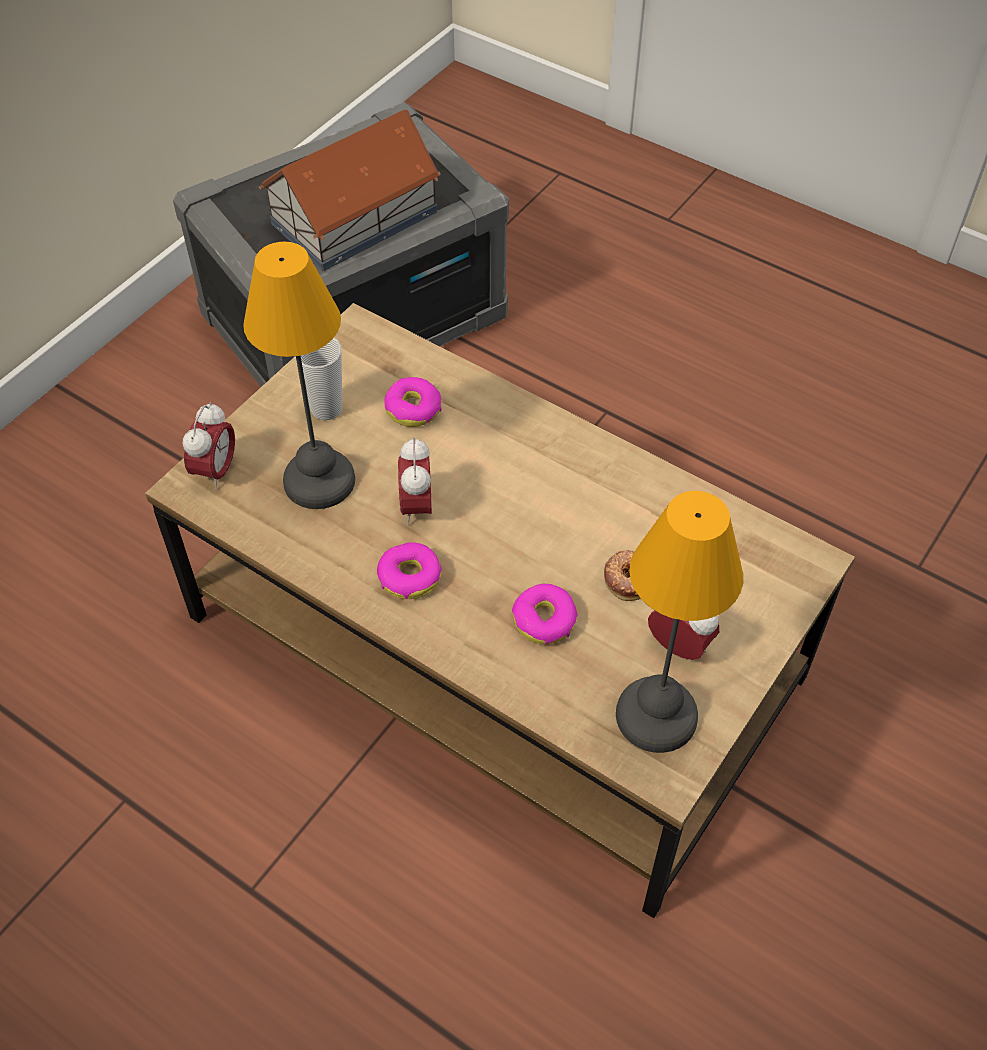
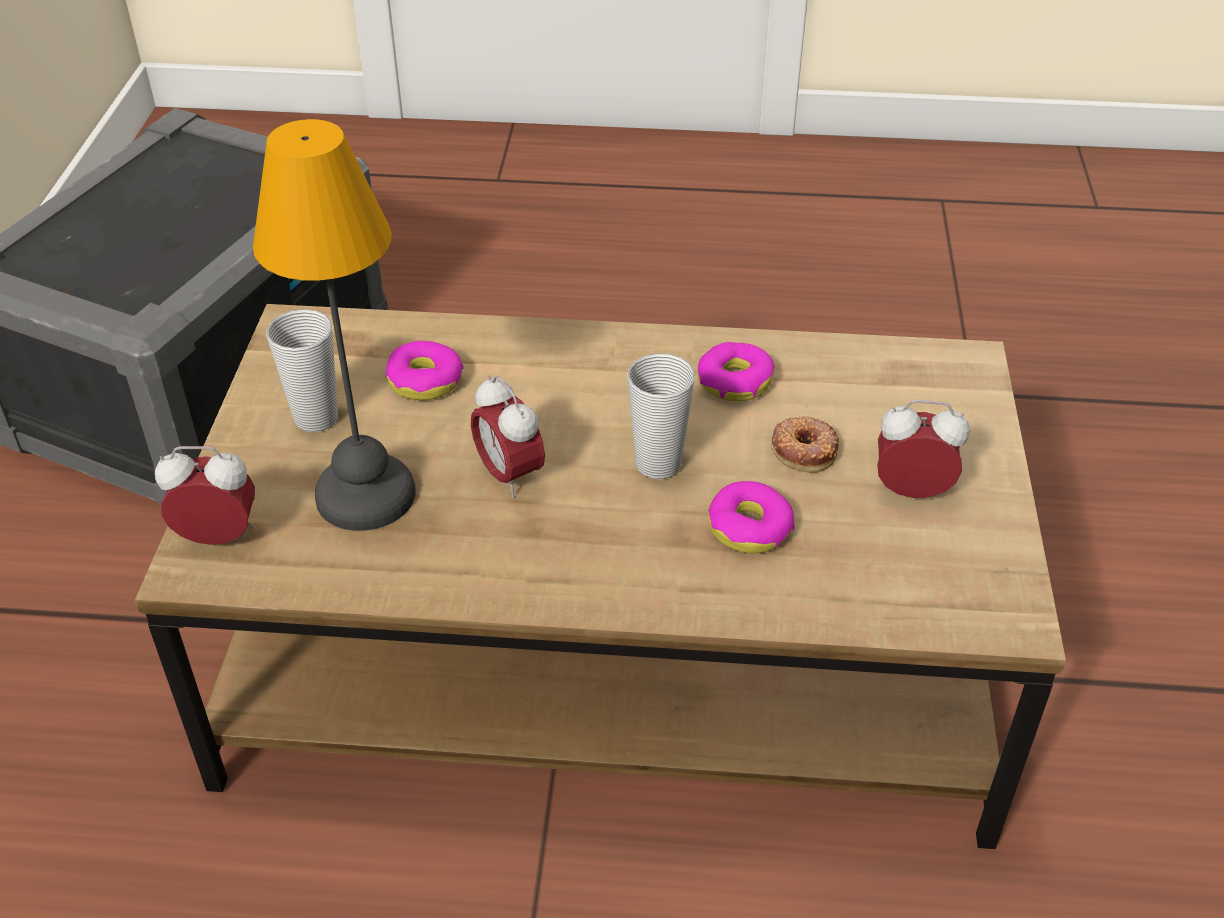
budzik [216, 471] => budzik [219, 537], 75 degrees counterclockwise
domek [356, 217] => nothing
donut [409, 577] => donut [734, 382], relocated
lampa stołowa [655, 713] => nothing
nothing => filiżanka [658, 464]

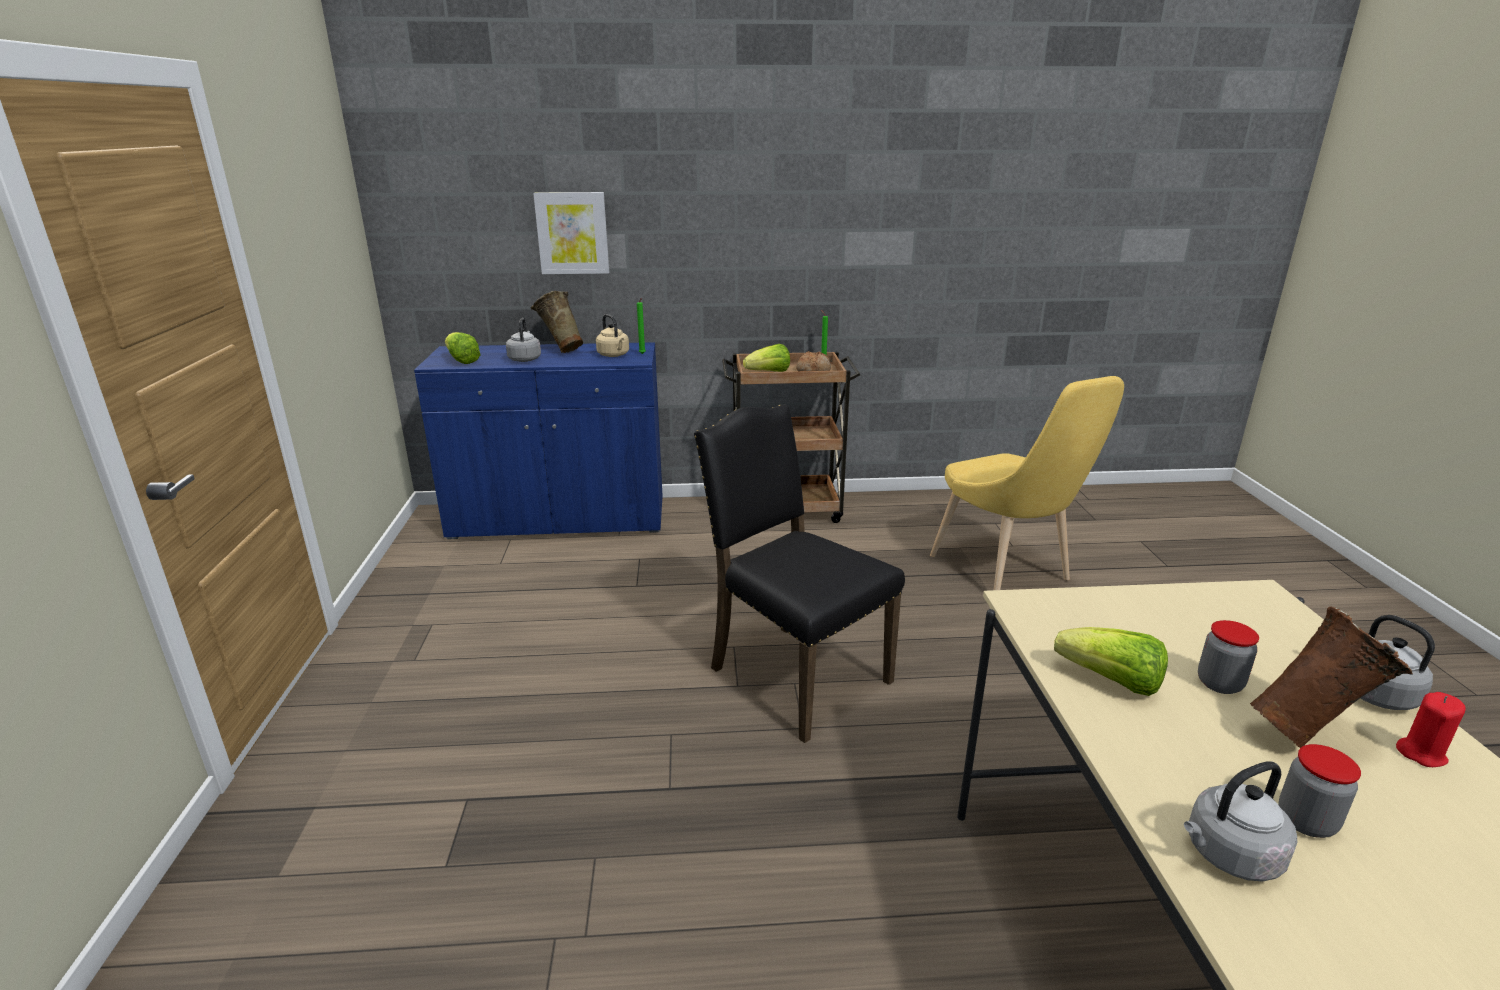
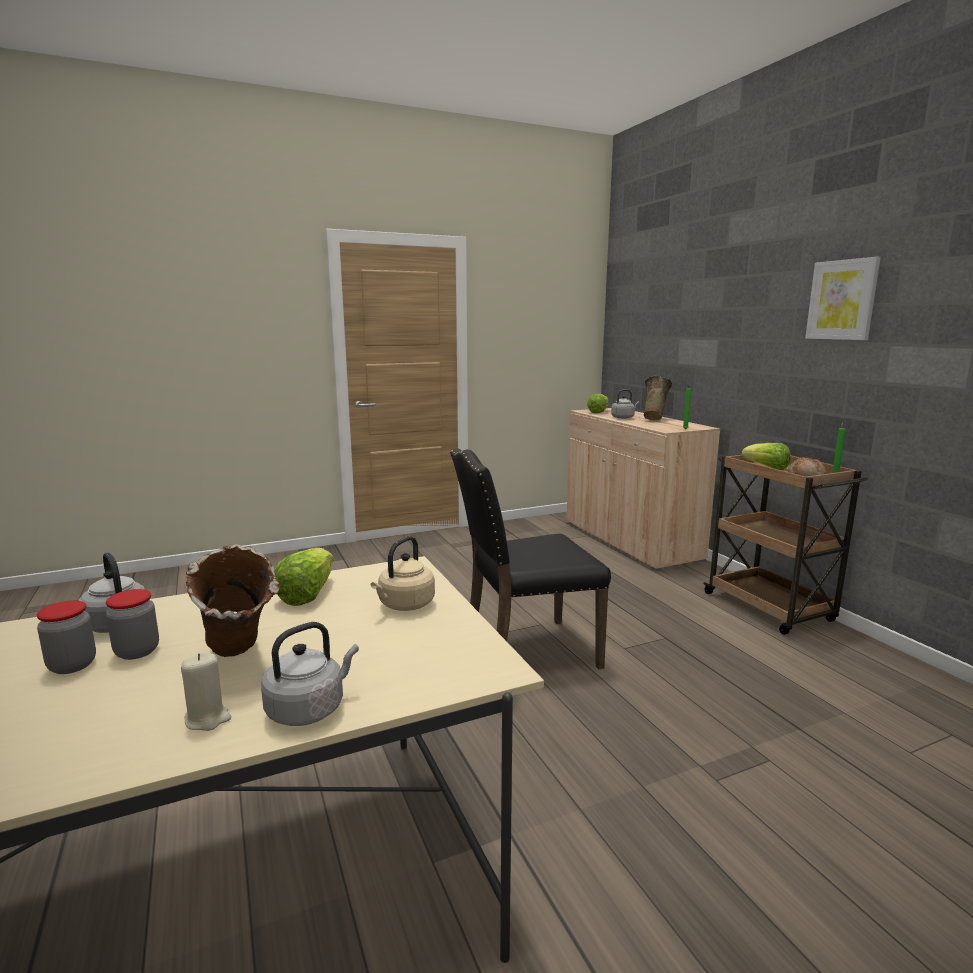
szafka/niebieski [559, 519] => szafka/beżowy [630, 540]
obraz [572, 233] => obraz [842, 300], relocated
czajnik/beżowy [614, 355] => czajnik/beżowy [404, 605], relocated
krzesło/czarny [794, 675] => krzesło/czarny [526, 652], 135 degrees counterclockwise
krzesło/żółty [1006, 572] => nothing
słoik [1219, 683] => słoik [72, 665], relocated
świeca/czerwony [1420, 753] => świeca/beżowy [208, 718]

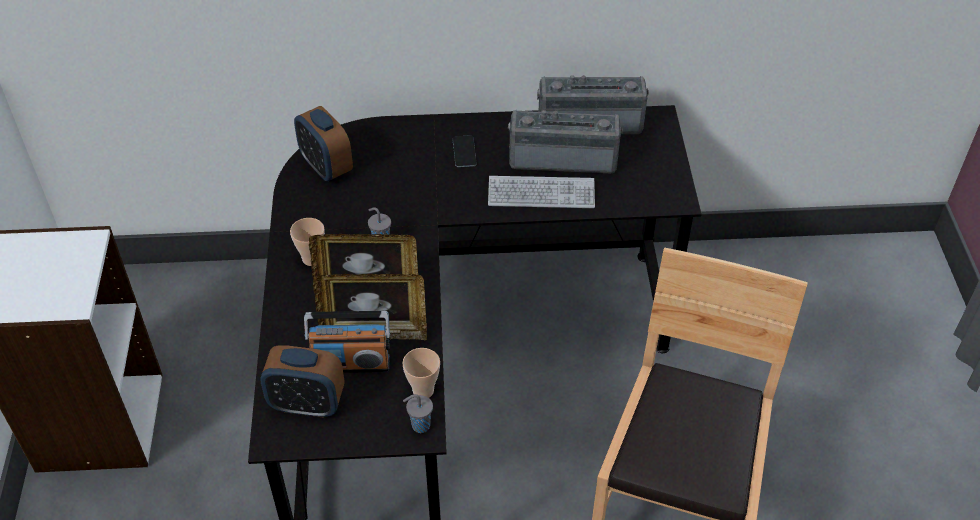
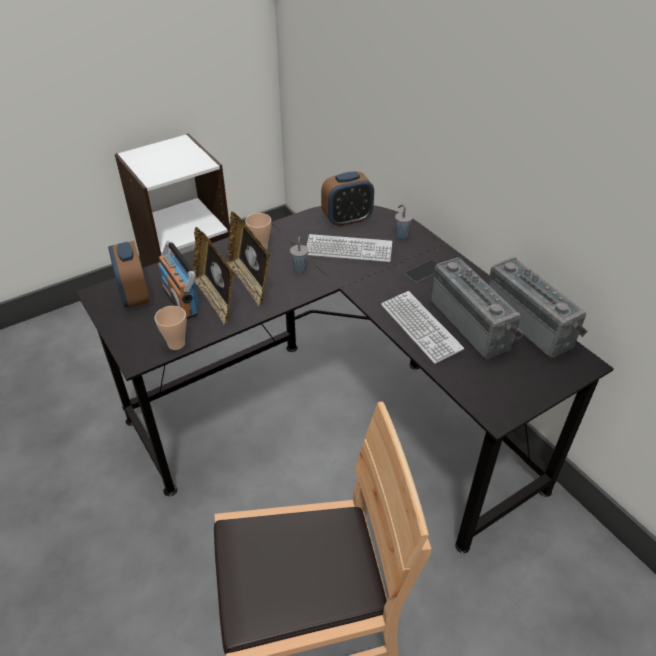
budzik [326, 167] => budzik [347, 219], 135 degrees counterclockwise
filiżanka/szary [419, 425] => filiżanka/szary [401, 235], relocated
nothing => klawiatura [348, 250]

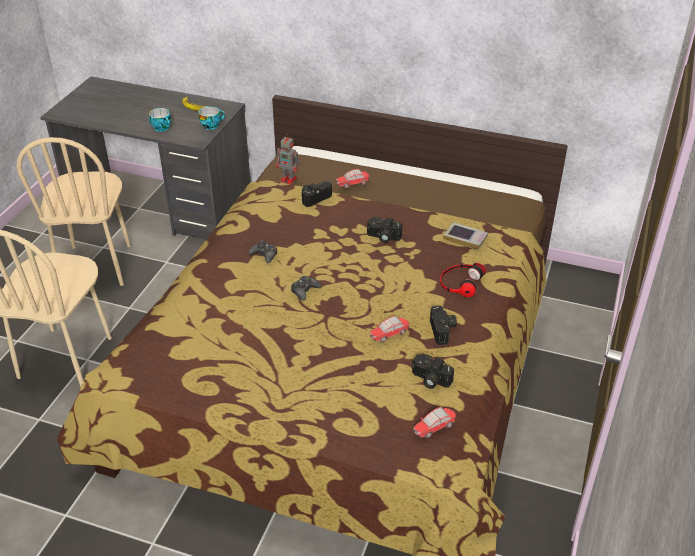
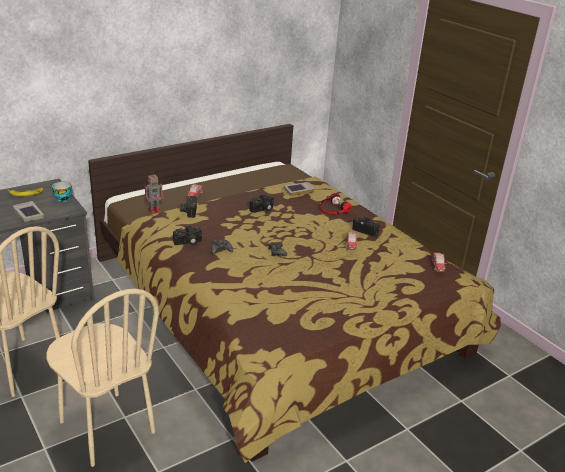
filiżanka [162, 128] => książka [28, 214]
aparat fotograficzny [430, 380] => aparat fotograficzny [188, 242], relocated

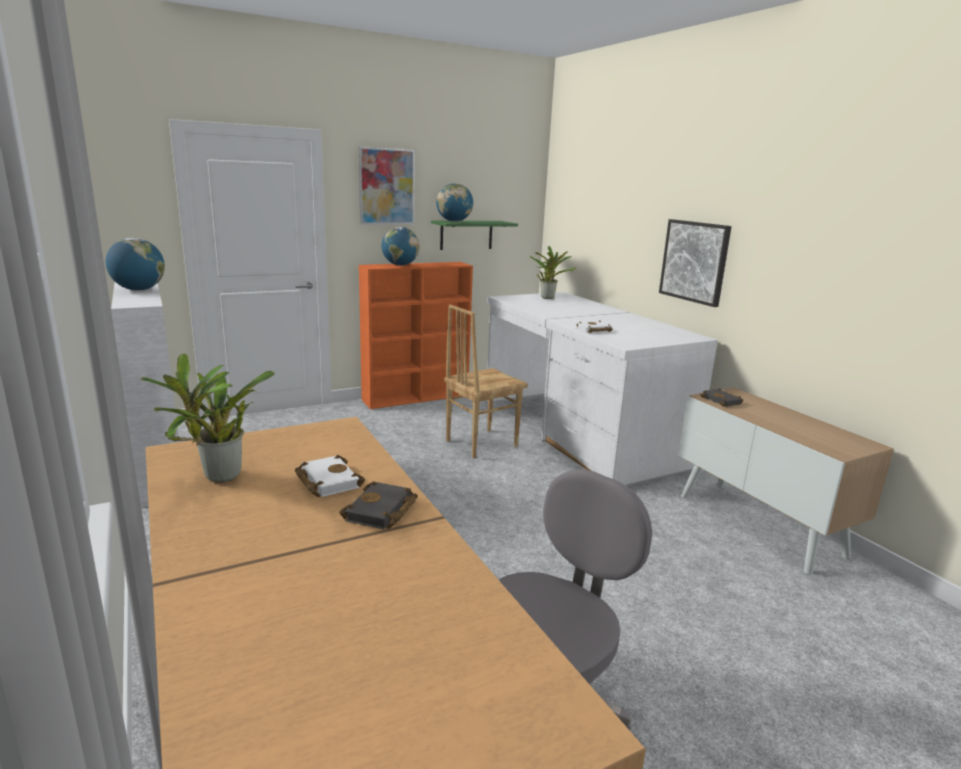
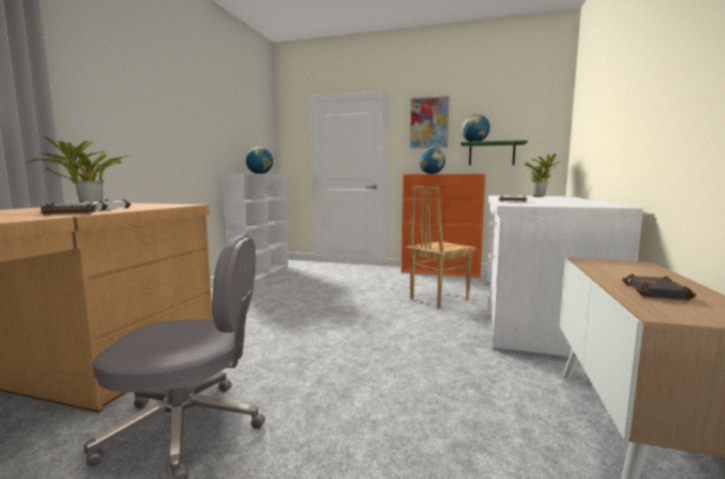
krzesło/brązowy [480, 443] => krzesło/brązowy [438, 299], 45 degrees counterclockwise
obraz [694, 261] => nothing
książka/czarny [722, 401] => książka/czarny [659, 293], relocated

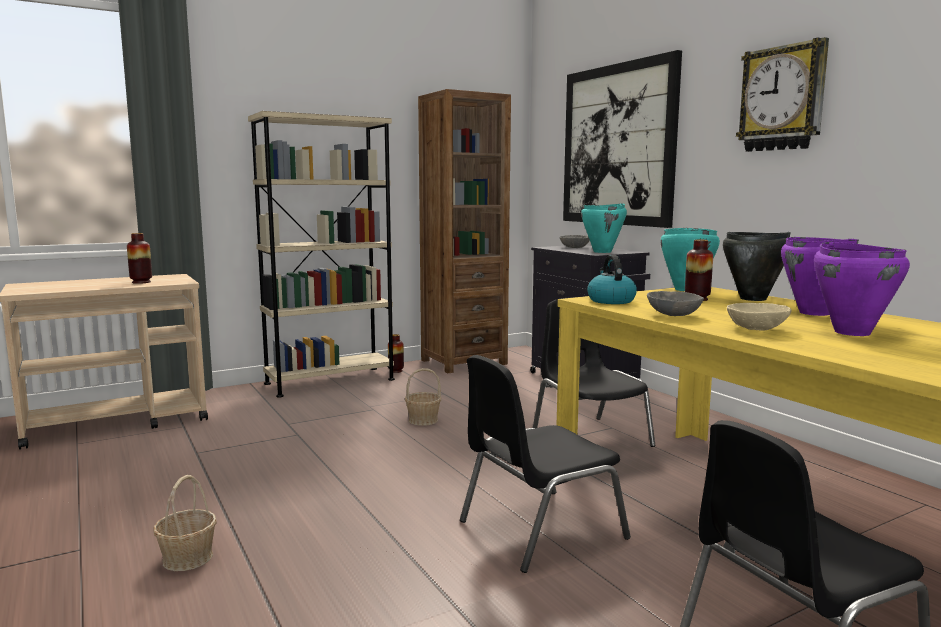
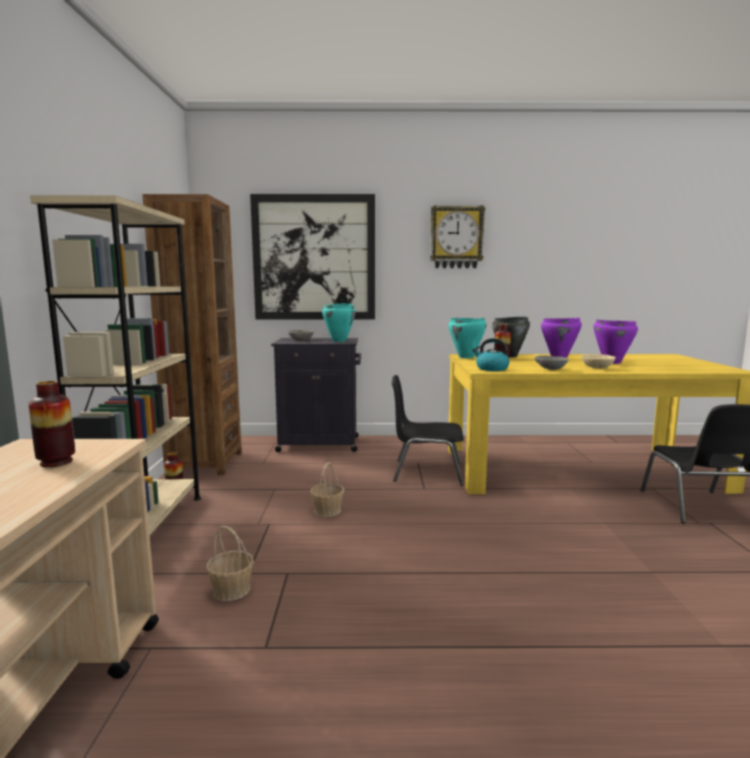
koszyk [187, 558] => koszyk [231, 590], relocated
krzesło/czarny [538, 529] => nothing

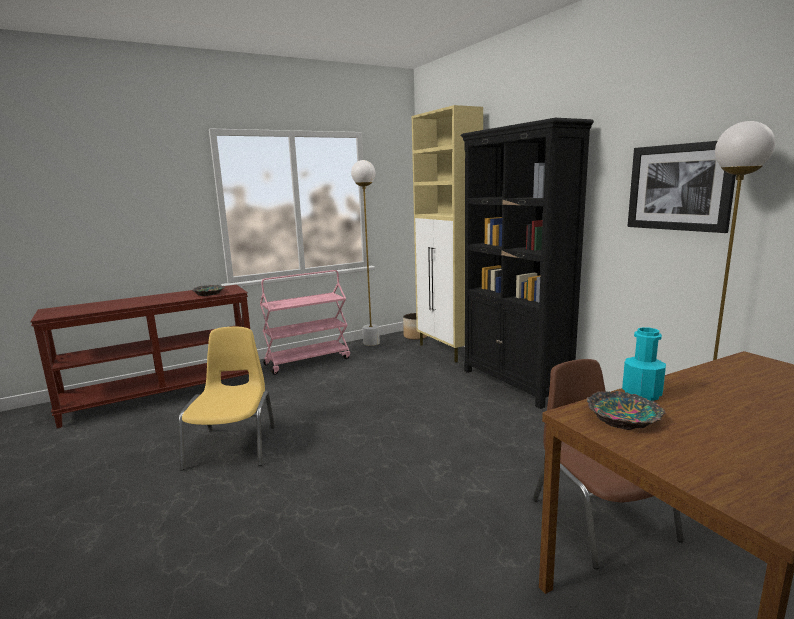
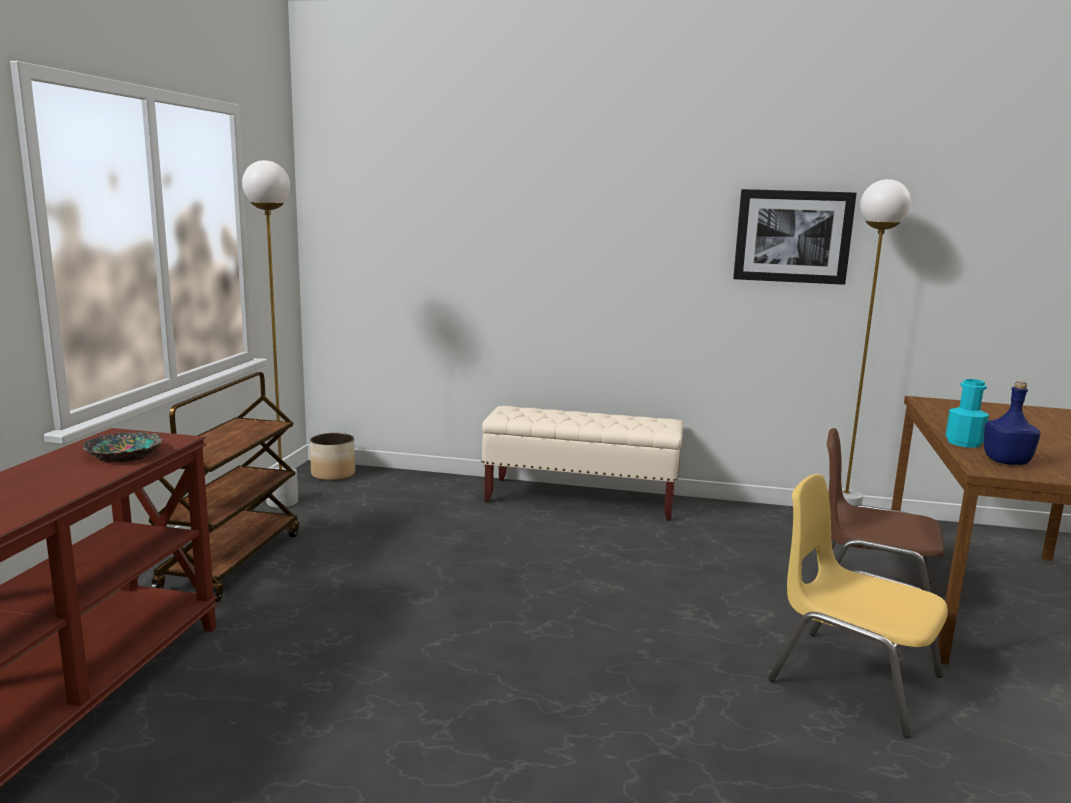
krzesło/żółty [233, 446] => krzesło/żółty [852, 678], relocated
wózek/różowy [308, 361] => wózek/brązowy [231, 561]
szafka/beżowy [448, 351] => nothing
regał/czarny [515, 383] => ławka/beżowy [581, 499]
miska [624, 418] => butelka/niebieski [1006, 462]

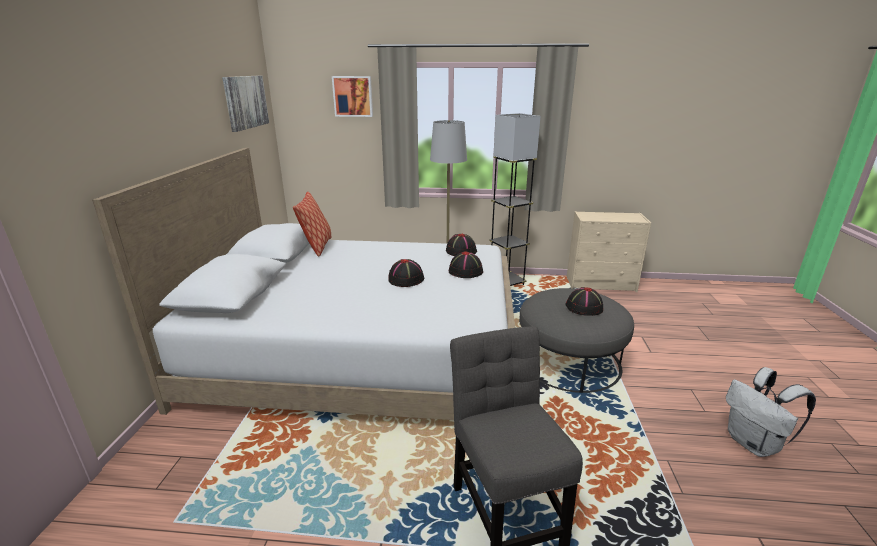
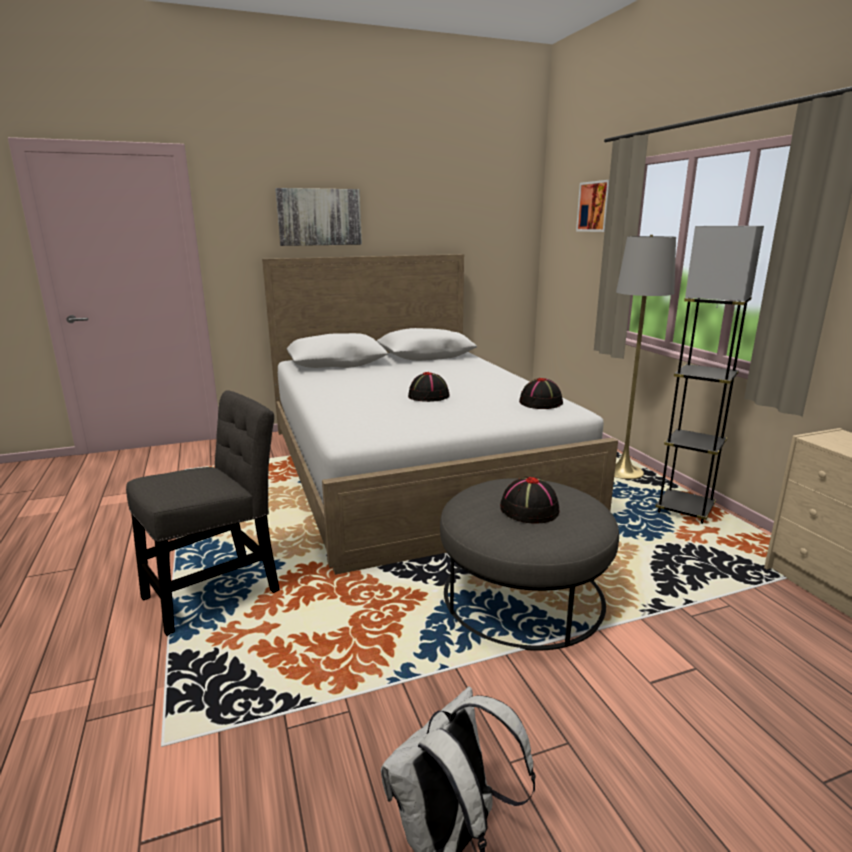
obraz [245, 102] => obraz [319, 217], relocated
poduszka [317, 247] => nothing
kapelusz/czarny [466, 271] => nothing

